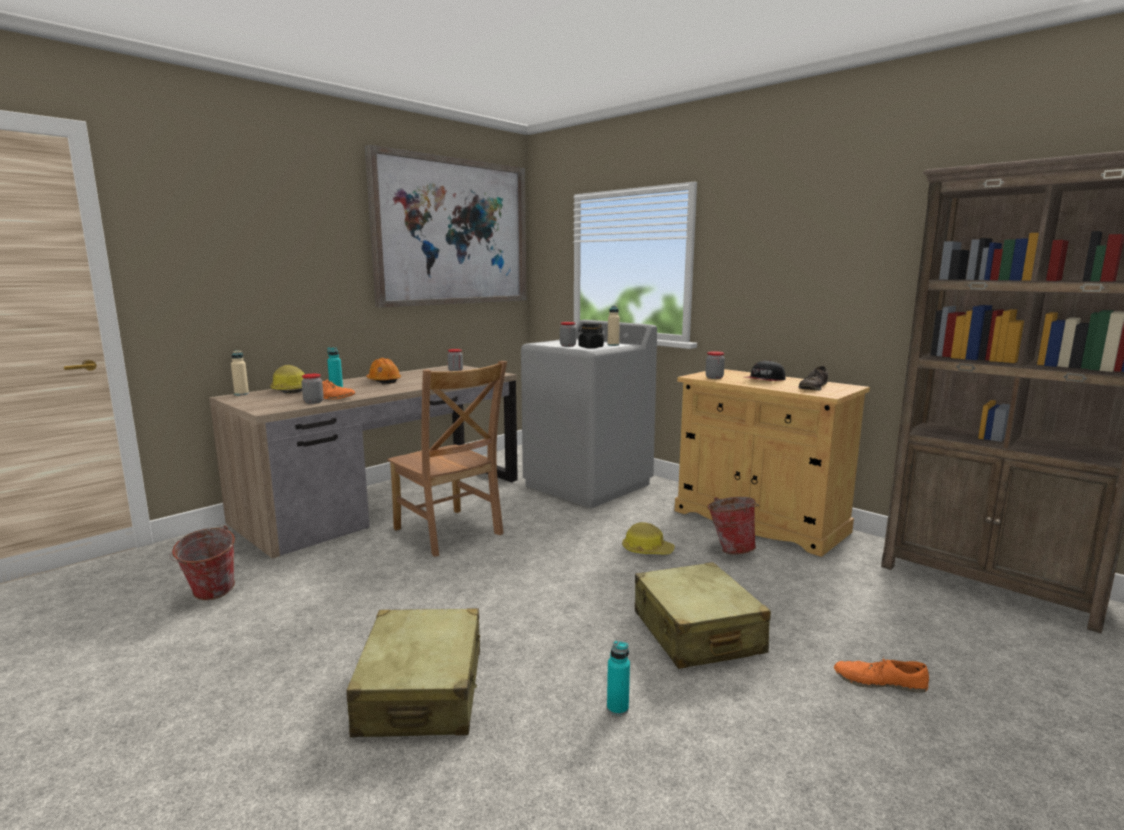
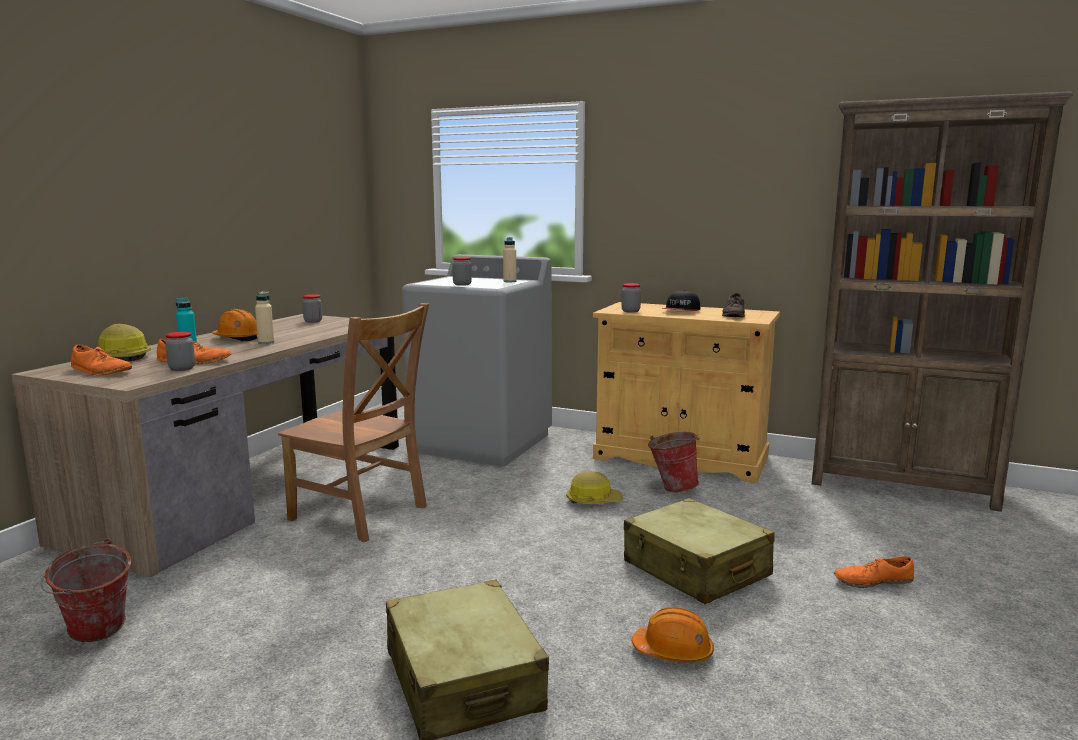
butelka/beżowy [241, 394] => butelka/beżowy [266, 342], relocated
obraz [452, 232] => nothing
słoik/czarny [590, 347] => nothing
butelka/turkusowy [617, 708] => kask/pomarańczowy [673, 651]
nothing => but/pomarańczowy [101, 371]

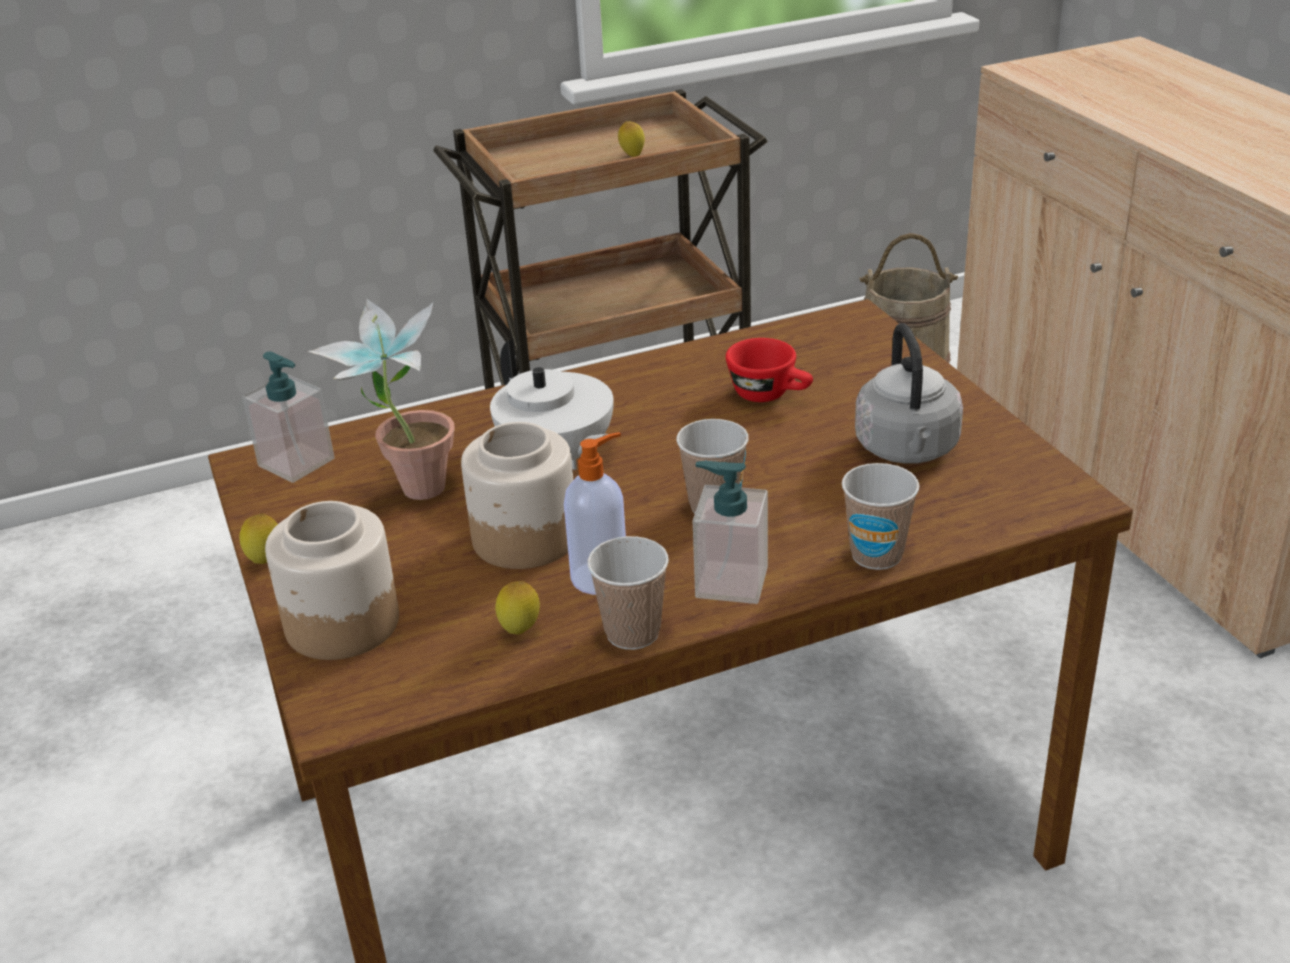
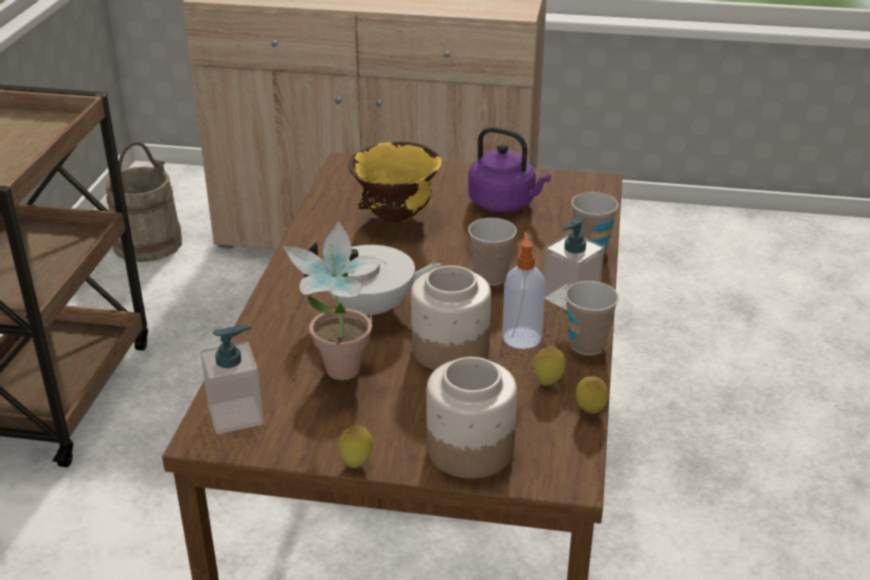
cytryna [632, 156] => cytryna [590, 412], relocated
filiżanka/czerwony [770, 395] => miska/żółty [395, 218]
czajnik/szary [908, 450] => czajnik/fioletowy [505, 204]

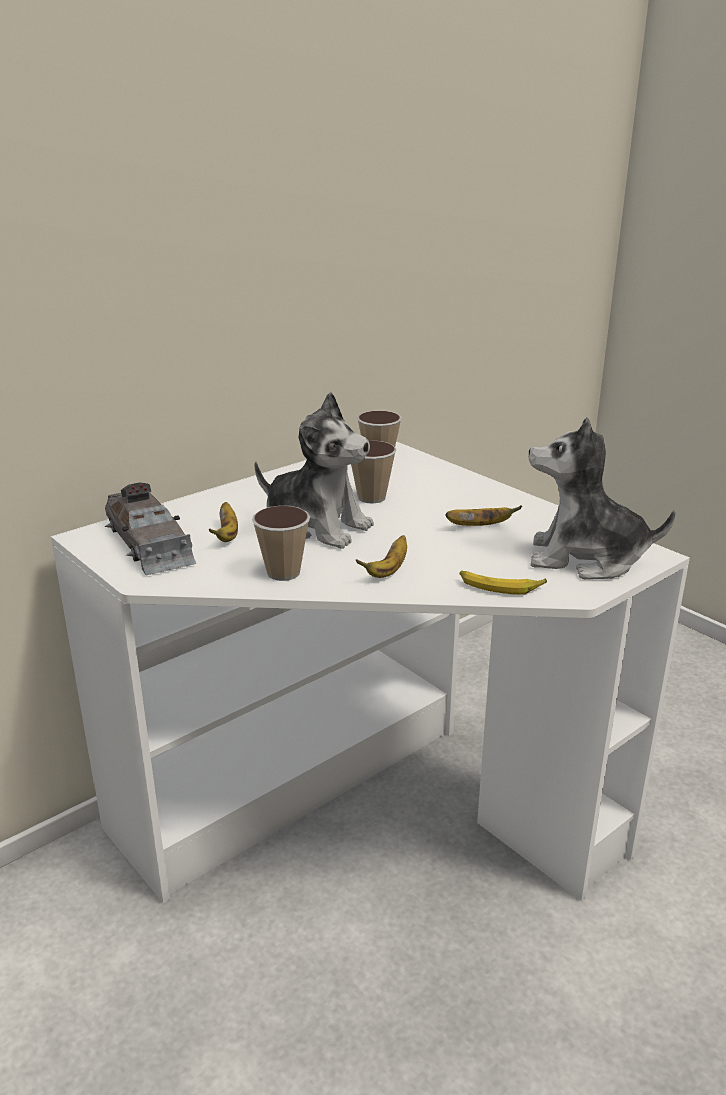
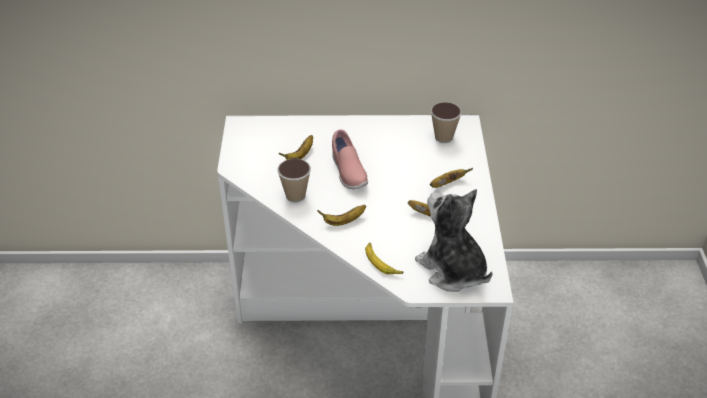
samochodzik/szary [149, 543] => nothing
pluszak [316, 527] => but/różowy [348, 172]
filiżanka [371, 497] => nothing
nothing => banan [447, 183]

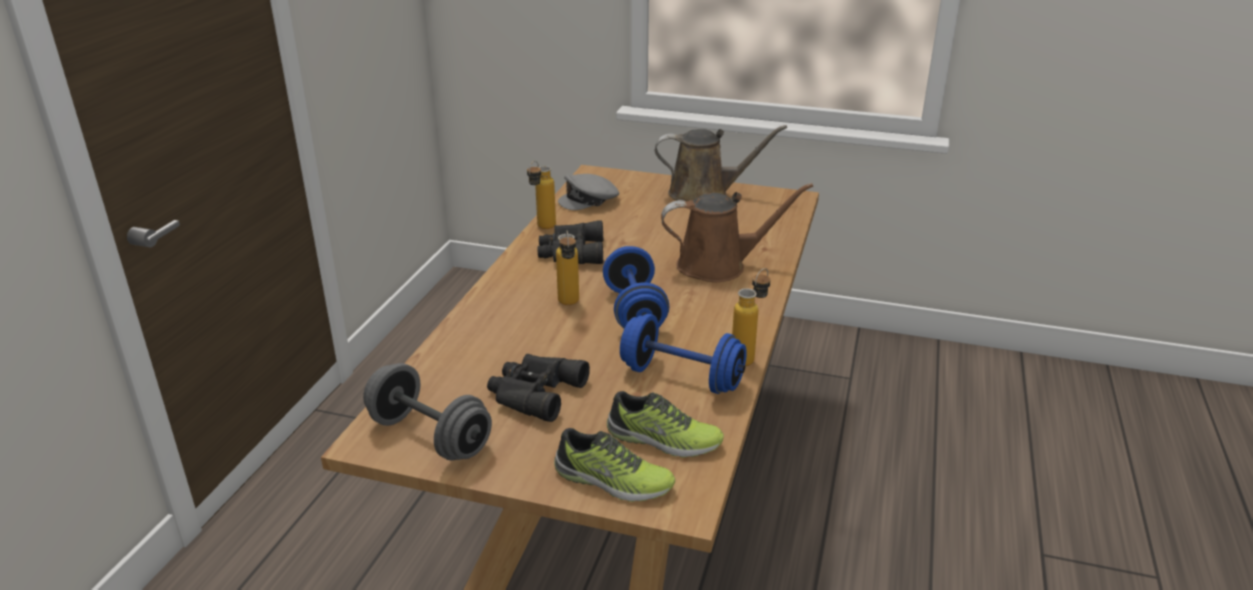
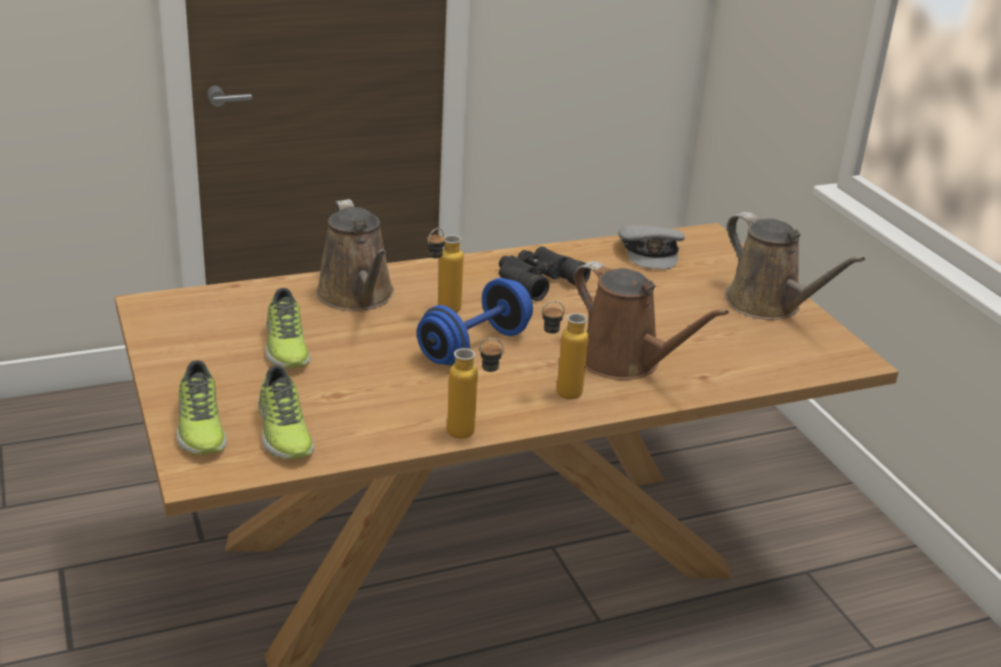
hantel/szary [430, 436] => nothing
lornetka/czarny [533, 393] => but [285, 346]
butelka [542, 228] => butelka [558, 393], relocated
czapka z daszkiem/szary [590, 200] => czapka z daszkiem/szary [650, 252], 120 degrees counterclockwise
hantel/niebieski [681, 377] => nothing
nothing => konewka/brązowy [357, 296]

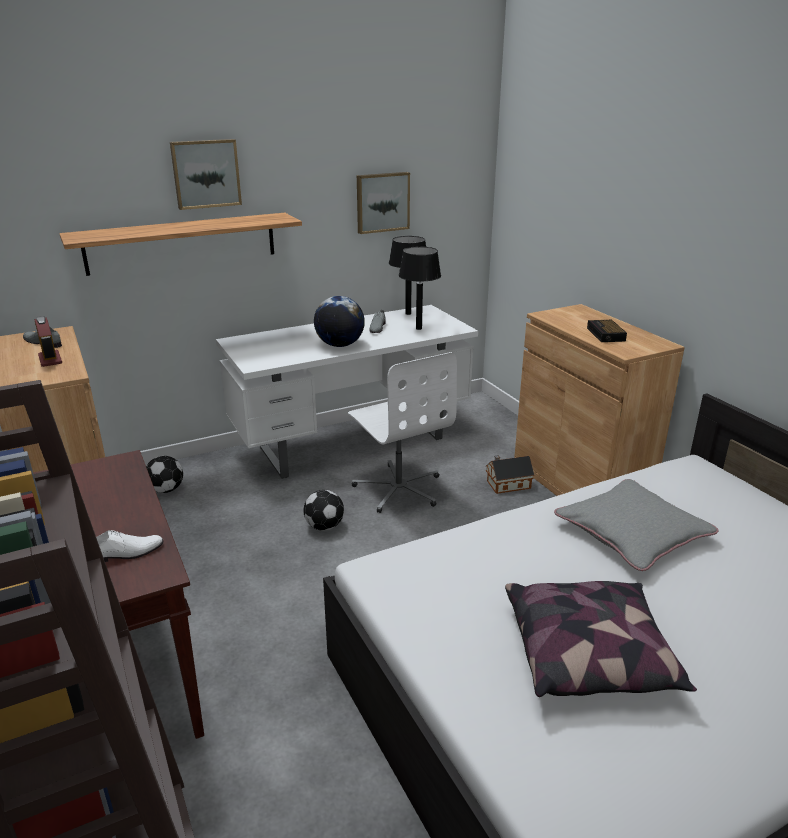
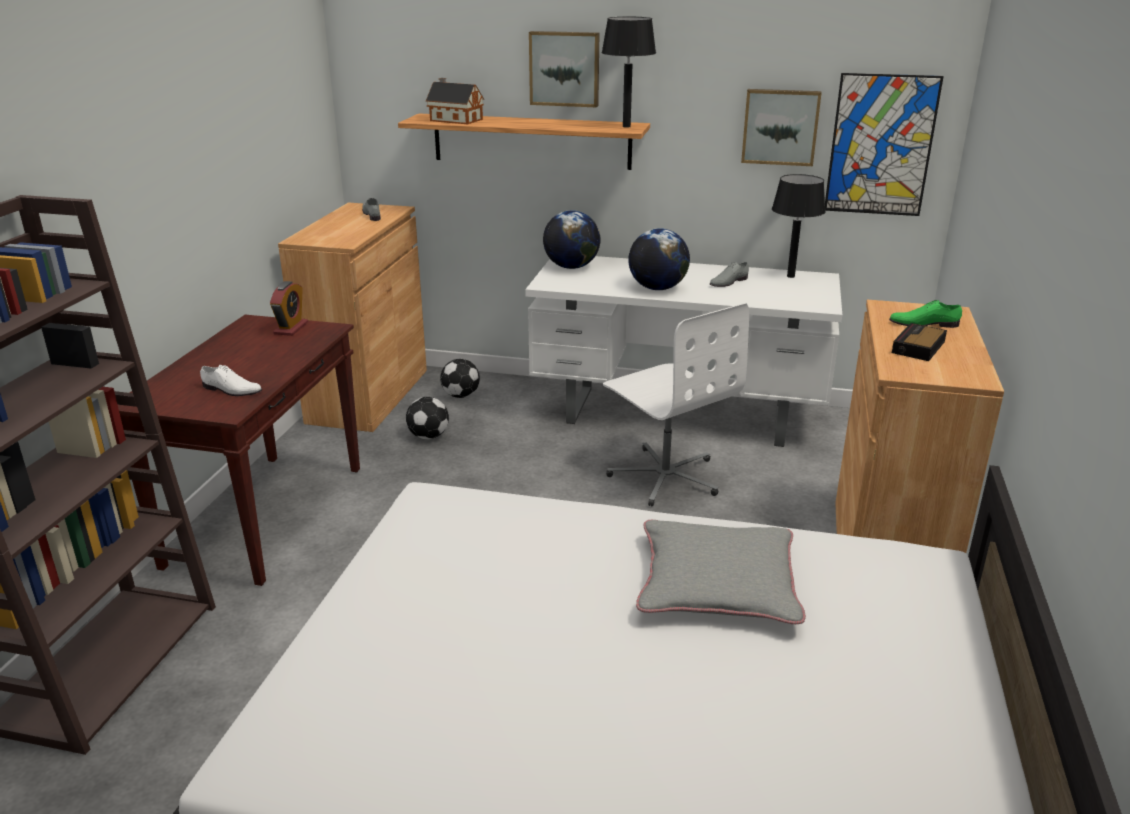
budzik [50, 359] => budzik [291, 328], relocated
piłka futbolowa [325, 526] => piłka futbolowa [429, 436], relocated
krzesło biurowe/biały [399, 488] => krzesło biurowe/biały [665, 476], 45 degrees counterclockwise
lampa stołowa/czarny [419, 328] => lampa stołowa/czarny [627, 126], relocated
domek [506, 484] => domek [454, 120], relocated
poduszka [589, 655] => nothing
nothing => globus [571, 267]
nothing => obraz [881, 145]
nothing => but/zielony [923, 323]

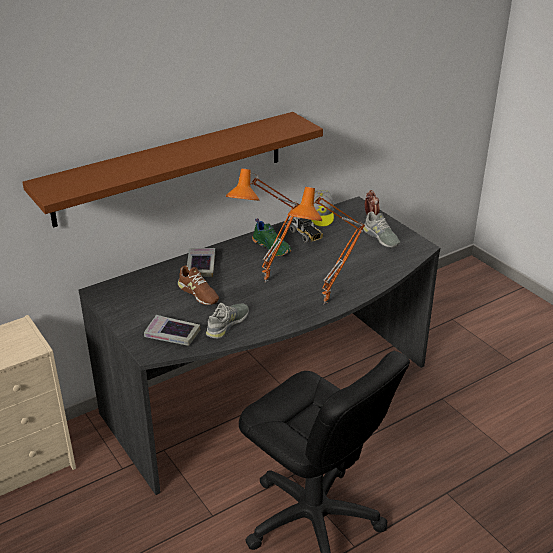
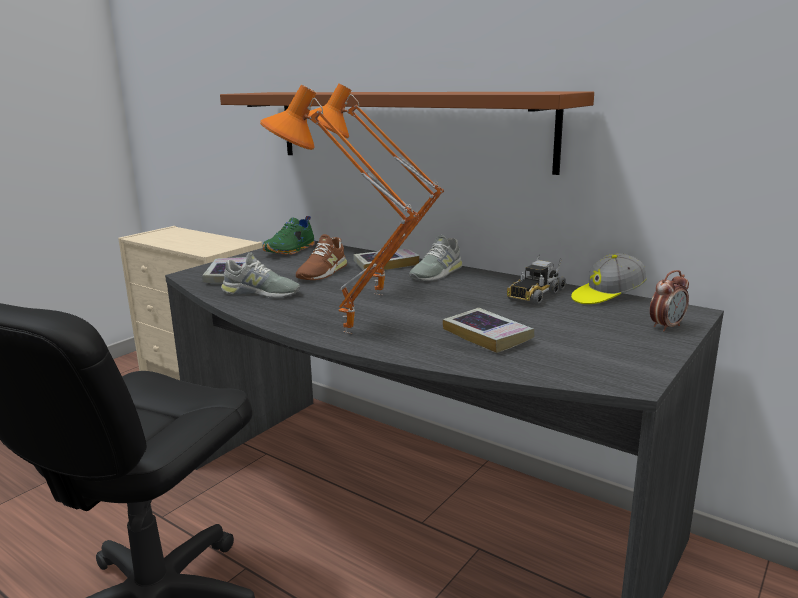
but/zielony [272, 247] => but/zielony [291, 250], relocated
but/szary [381, 237] => but/szary [436, 273], relocated
nothing => książka [487, 335]

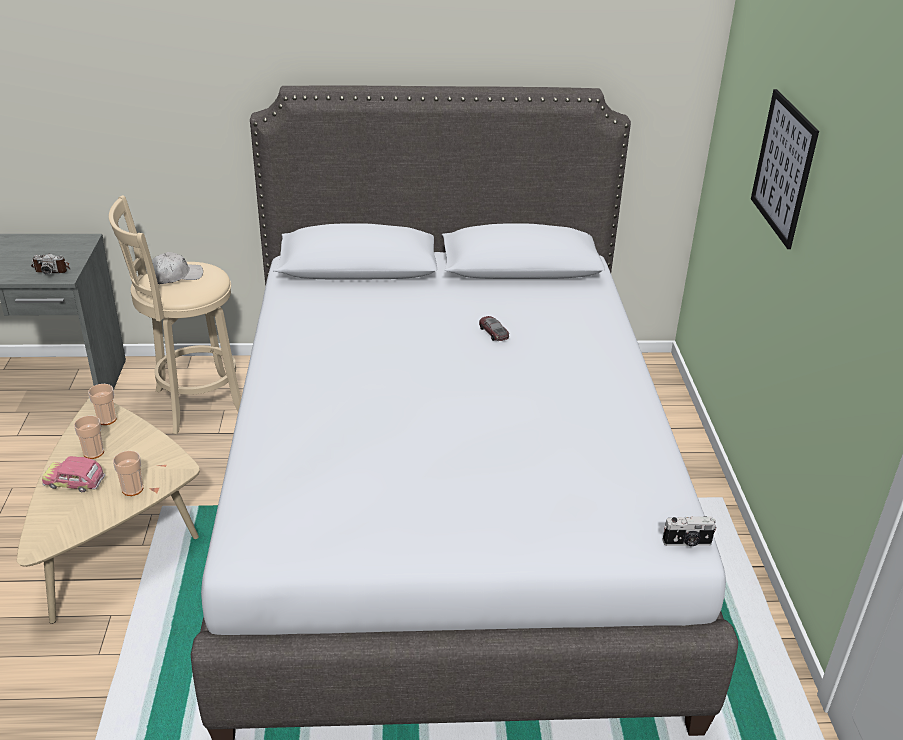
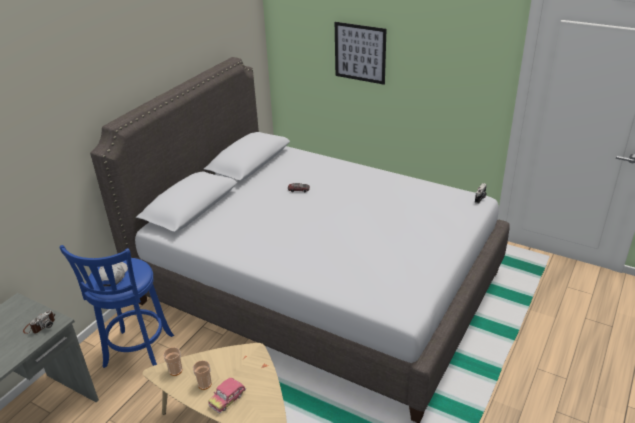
stołek/beżowy [194, 404] => stołek/niebieski [137, 353]
filiżanka [132, 489] => nothing

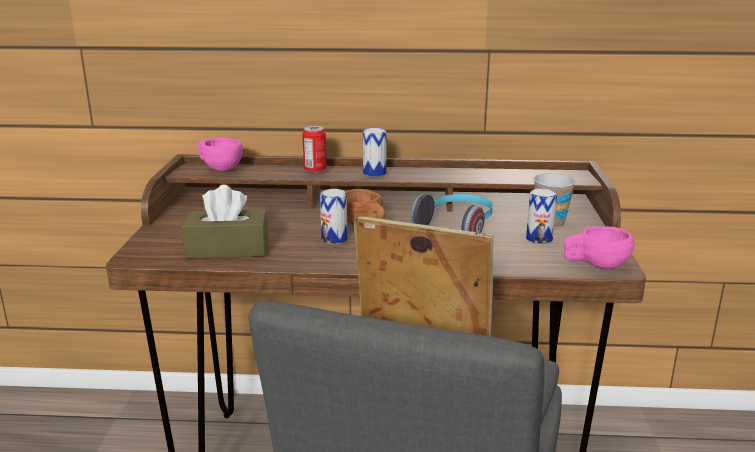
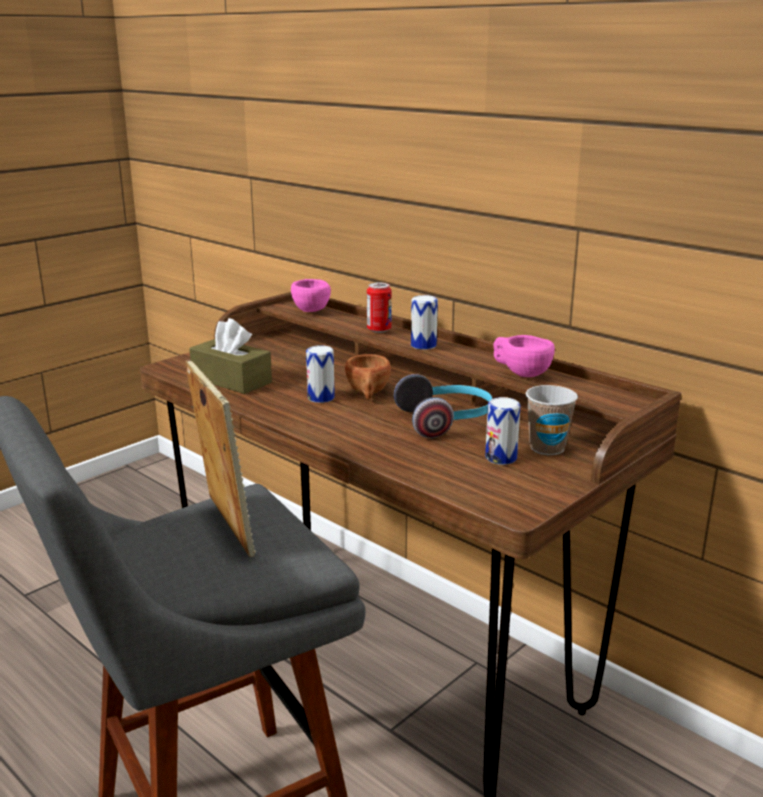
filiżanka/różowy [595, 265] => filiżanka/różowy [520, 372], relocated

